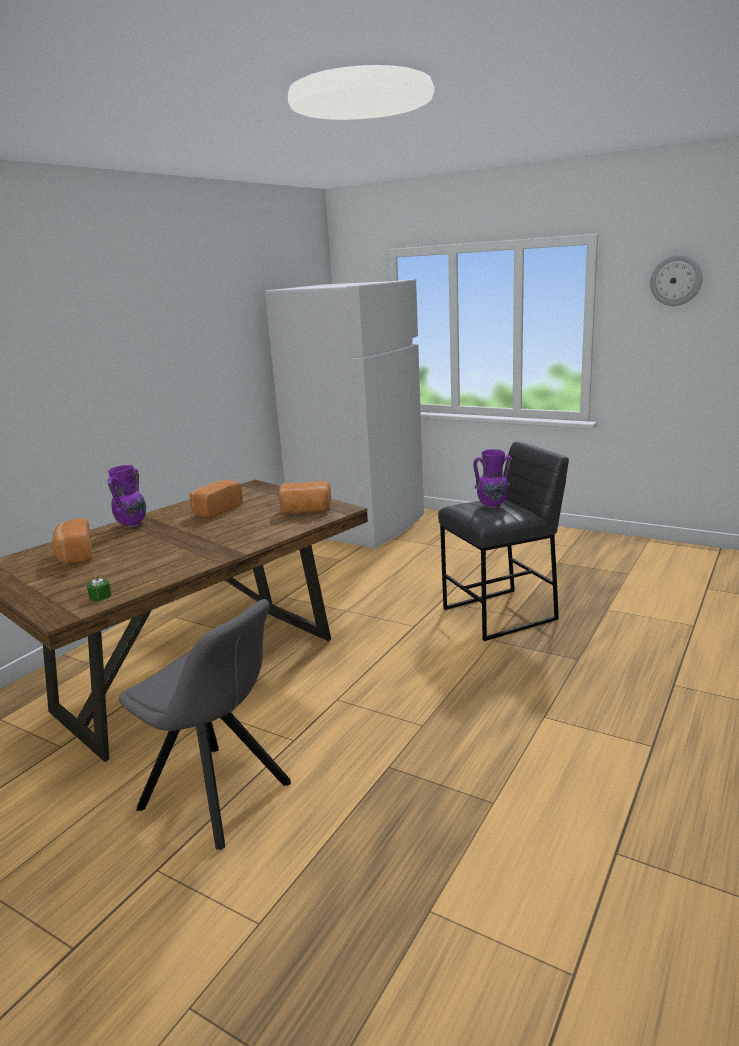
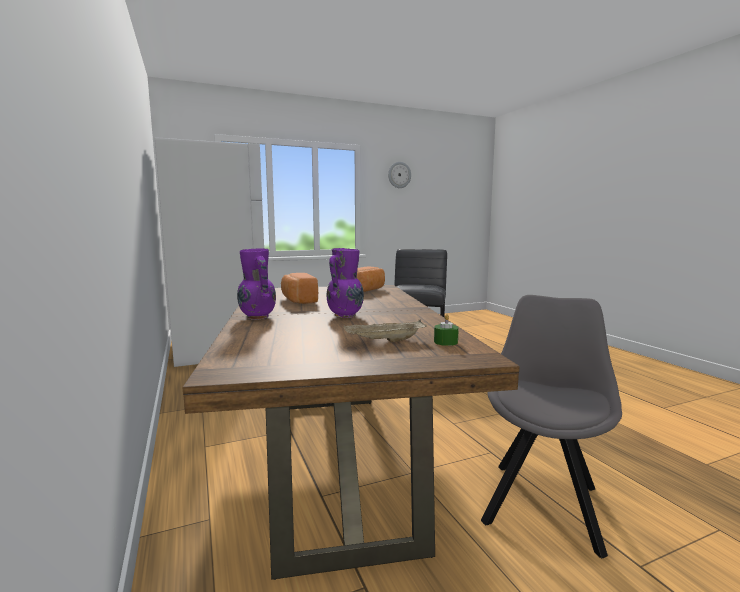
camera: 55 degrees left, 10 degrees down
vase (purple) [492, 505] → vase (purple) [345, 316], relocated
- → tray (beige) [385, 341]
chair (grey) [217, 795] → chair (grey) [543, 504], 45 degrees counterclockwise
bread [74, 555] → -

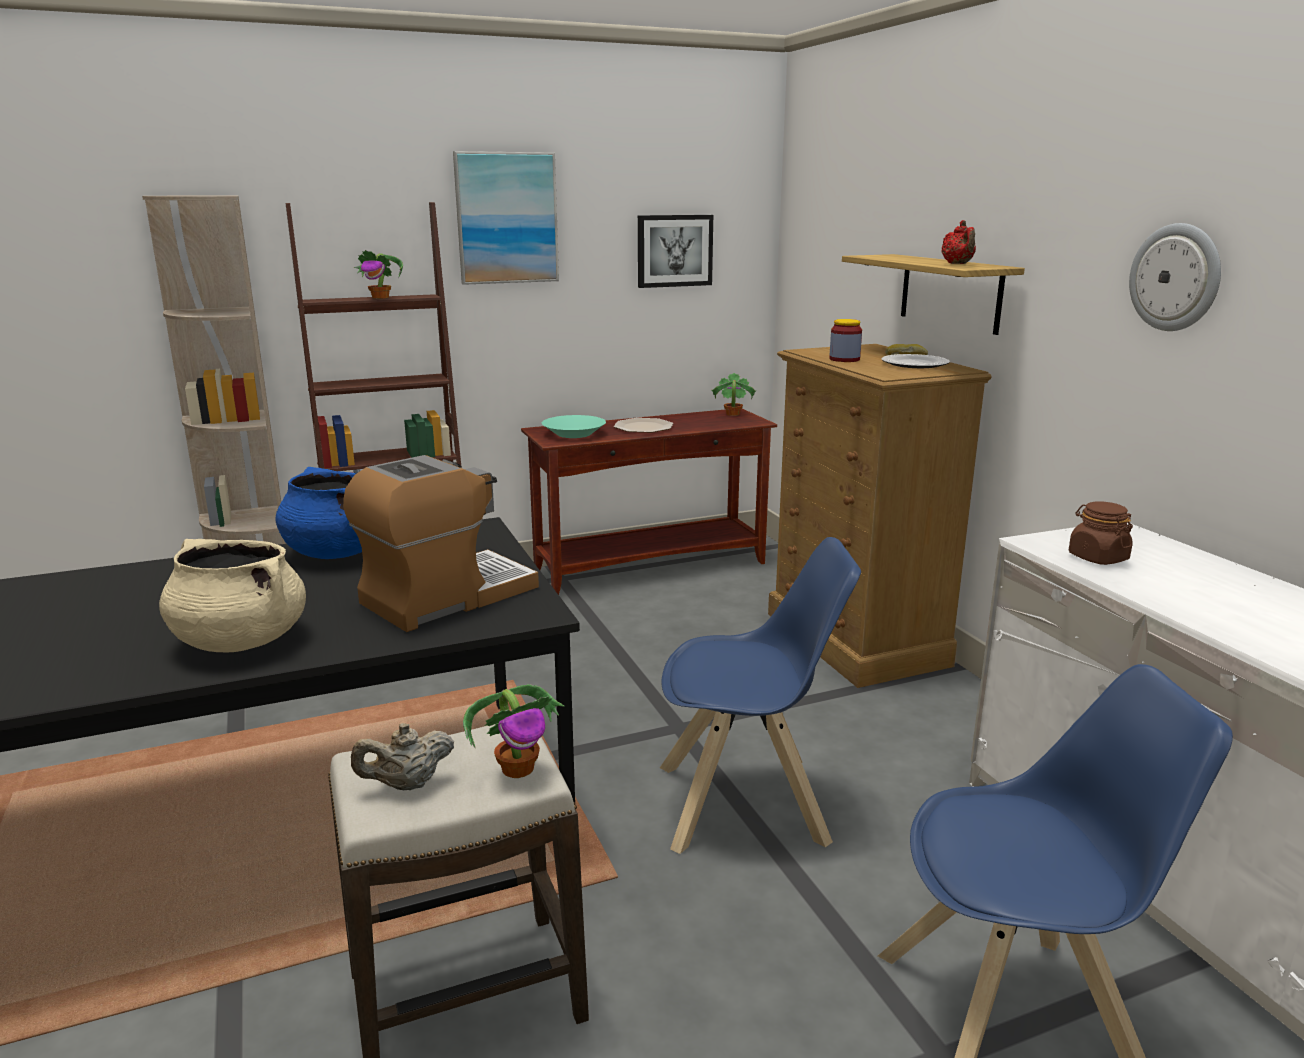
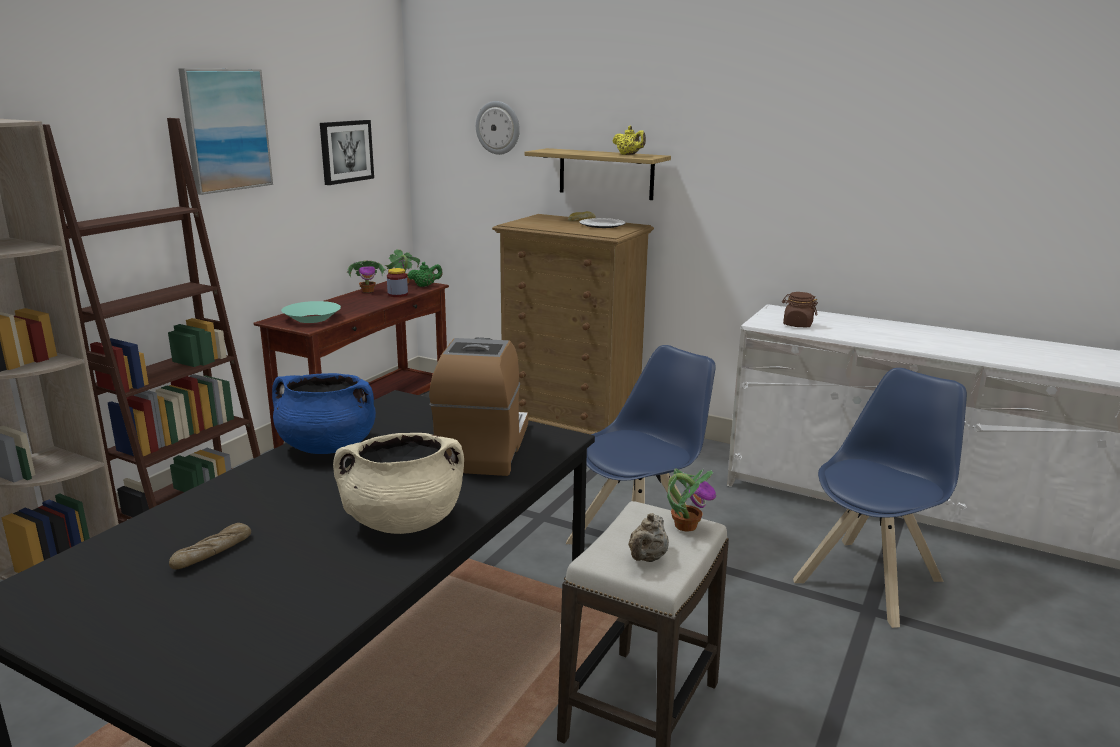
camera: 40 degrees left, 0 degrees up
- → bread [212, 553]
potted plant [381, 297] → potted plant [368, 291], relocated
jar [844, 359] → jar [397, 294], relocated
- → teapot (green) [425, 286]
wall clock [1176, 277] → wall clock [498, 127], relocated
teapot (red) [958, 264] → teapot (yellow) [629, 155]
plate [643, 427] → -

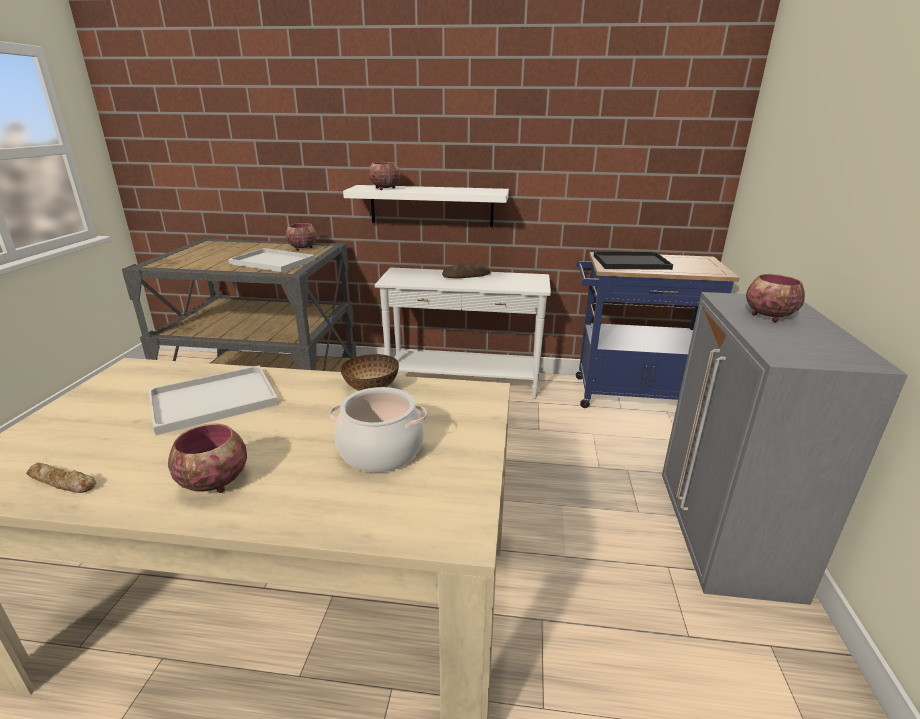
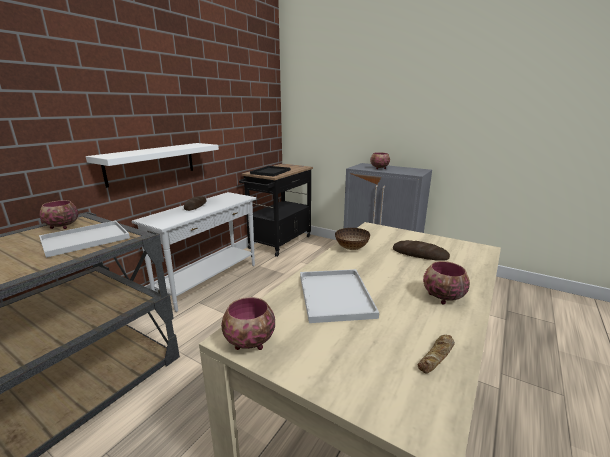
camera: 65 degrees left, 5 degrees down
bowl [384, 188] → bowl [249, 342], relocated
cart (blue) [630, 395] → cart (black) [279, 243]
cooking pot [380, 451] → bread [420, 254]

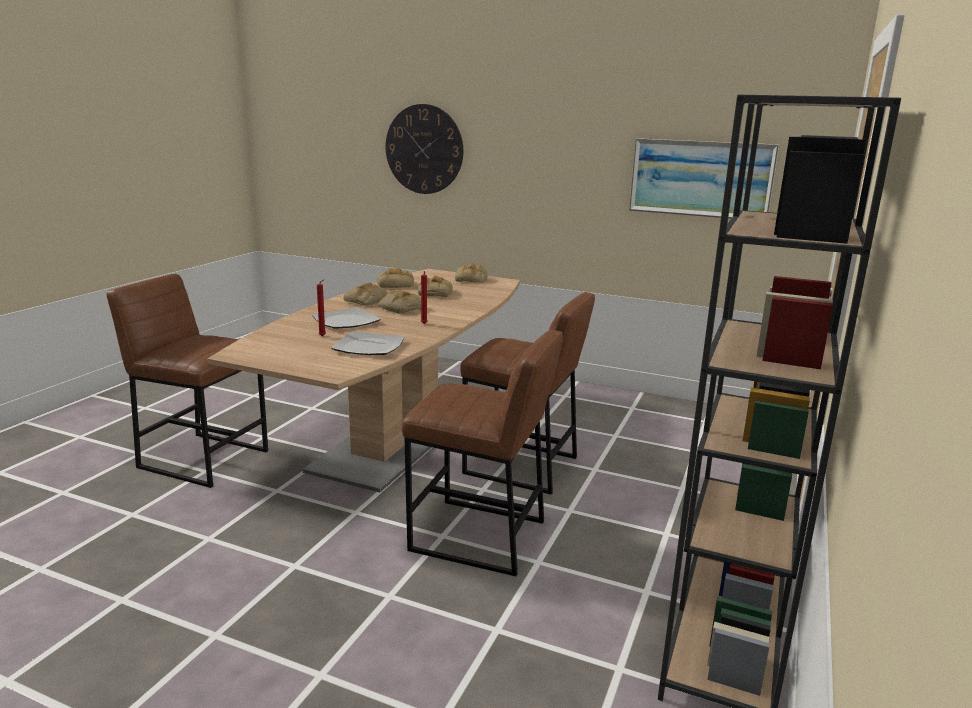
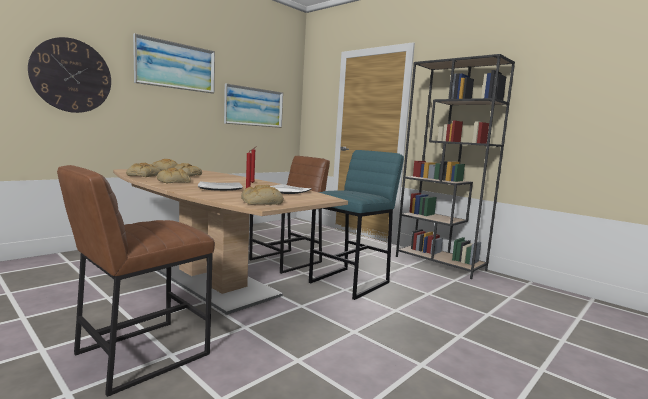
camera: 70 degrees left, 10 degrees down
- → picture [176, 66]
bread [400, 308] → bread [261, 202], relocated
chair (brown) [480, 536] → stool (turquoise) [350, 282]

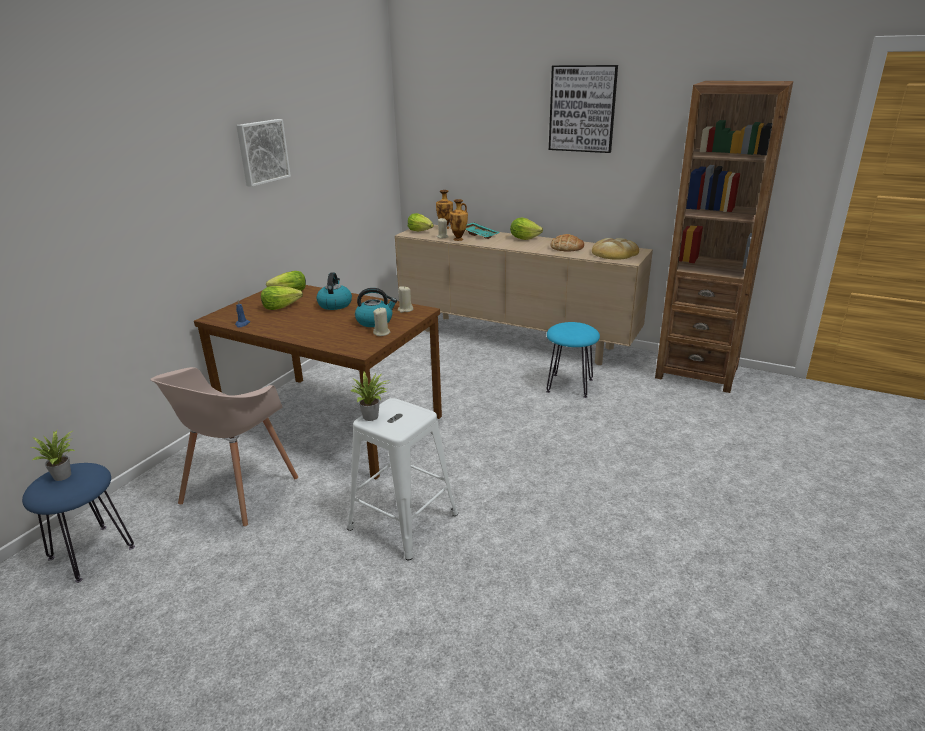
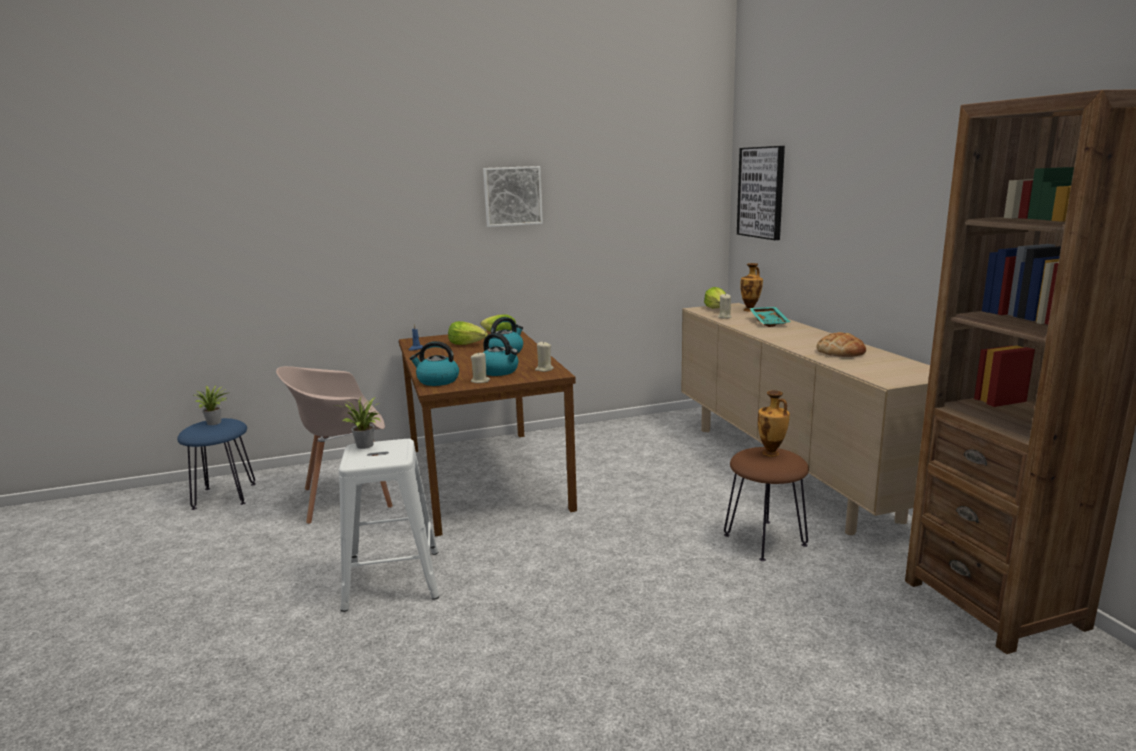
camera: 45 degrees right, 10 degrees down
- → kettle [437, 381]
stool (turquoise) [570, 385] → stool (brown) [765, 540]
picture [582, 109] → picture [761, 192], relocated
vase [459, 239] → vase [771, 454], relocated
lettuce [524, 238] → -
bread [614, 253] → -

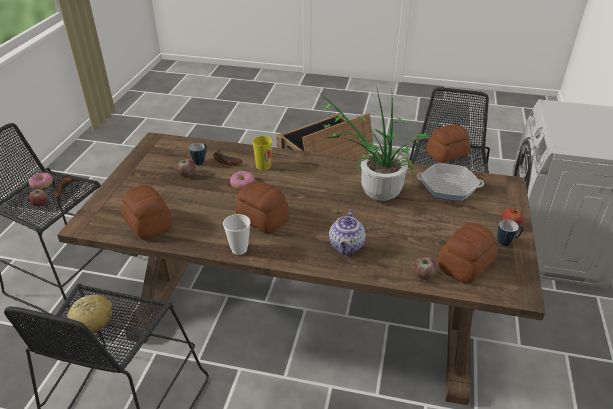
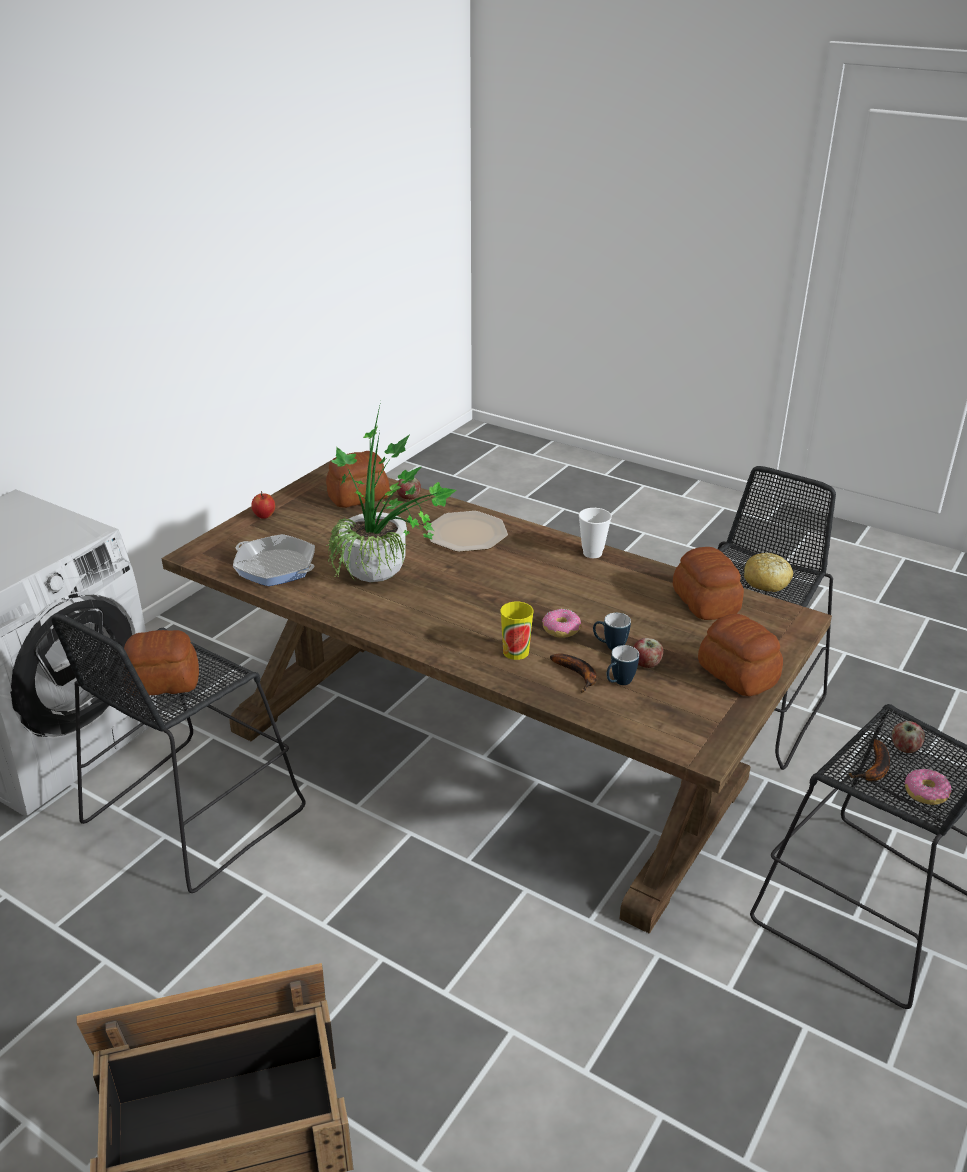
camera: 160 degrees left, 5 degrees down
teapot [346, 246] → plate [466, 533]
mug [507, 242] → mug [610, 646], relocated
bread [262, 219] → bread [738, 673], relocated

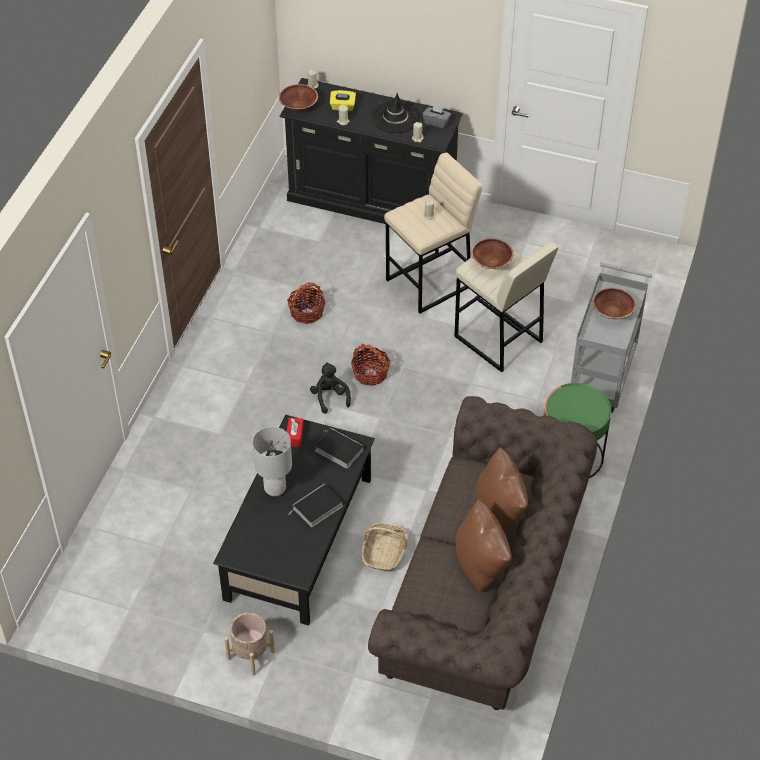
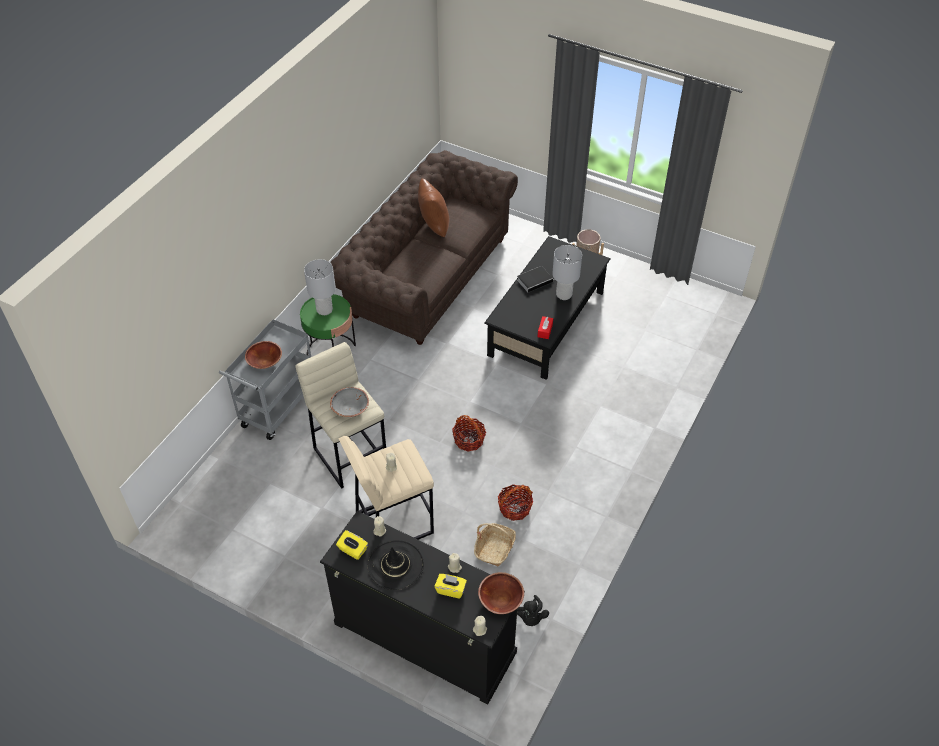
camera: 170 degrees left, 0 degrees up
- → table lamp (grey) [324, 311]
bowl (brown) [491, 262] → bowl (grey) [350, 409]
tissue box (grey) [436, 122] → tissue box (yellow) [352, 550]
basket [384, 553] → basket [494, 548], relocated
plush toy (black) [330, 397] → plush toy (black) [529, 616], relocated
book [337, 450] → -
pillow (brown) [500, 515] → -

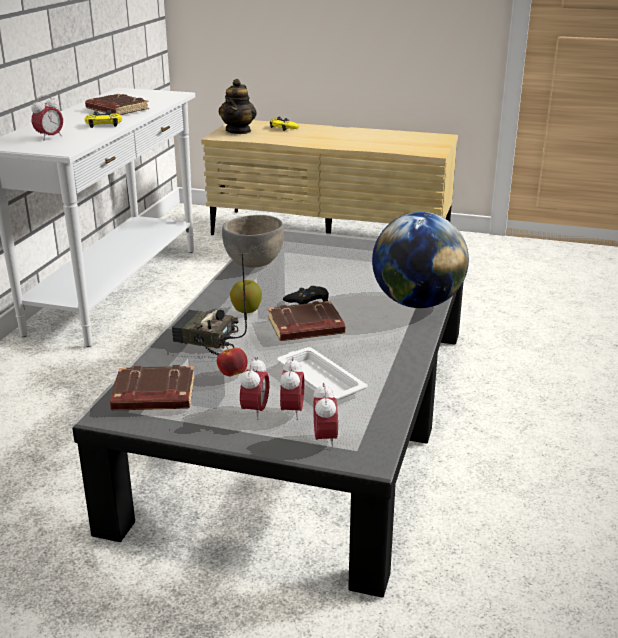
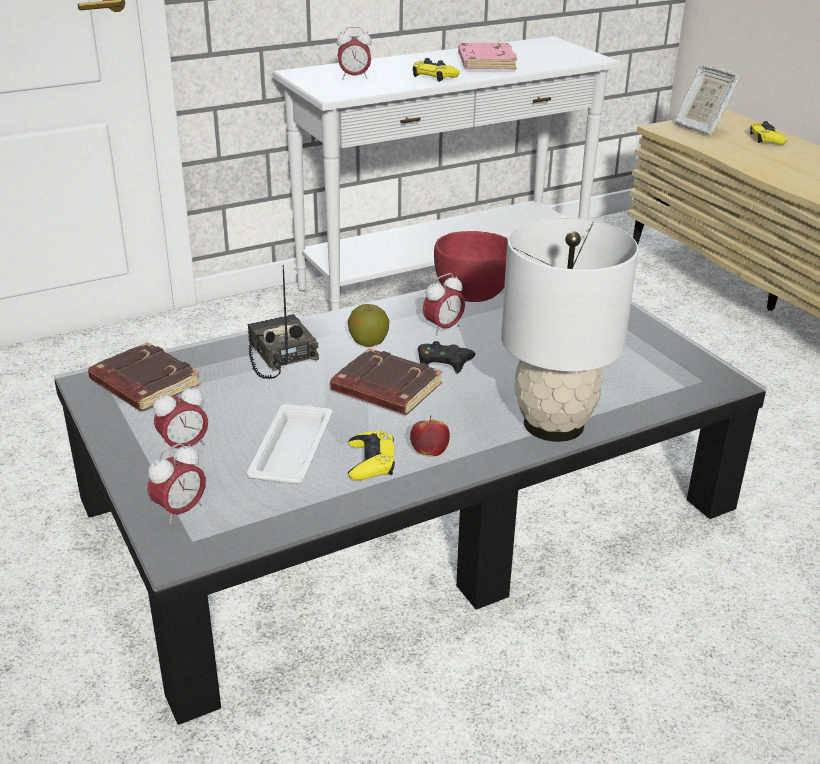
camera: 45 degrees right, 5 degrees up
- → game controller (yellow) [371, 462]
apple [232, 374] → apple [429, 452], relocated
alarm clock [292, 411] → alarm clock [443, 328], relocated
bowl (grey) [254, 263] → bowl (red) [473, 295]
book (brown) [116, 110] → book (pink) [485, 63]
globe [417, 303] → table lamp (white) [554, 424]
teapot [238, 131] → picture frame [701, 128]

